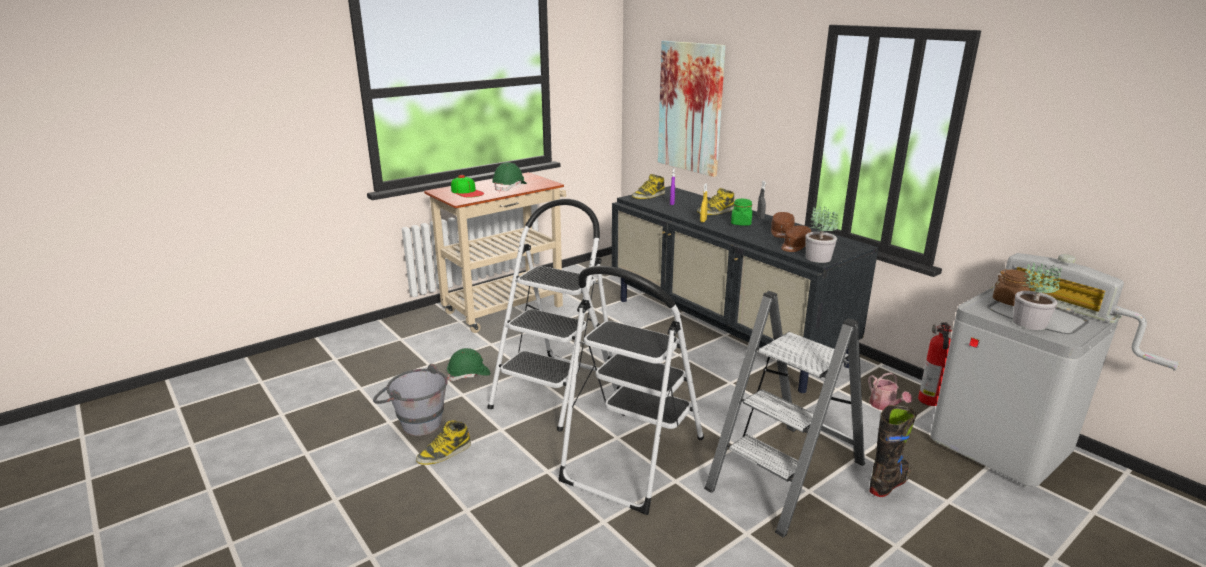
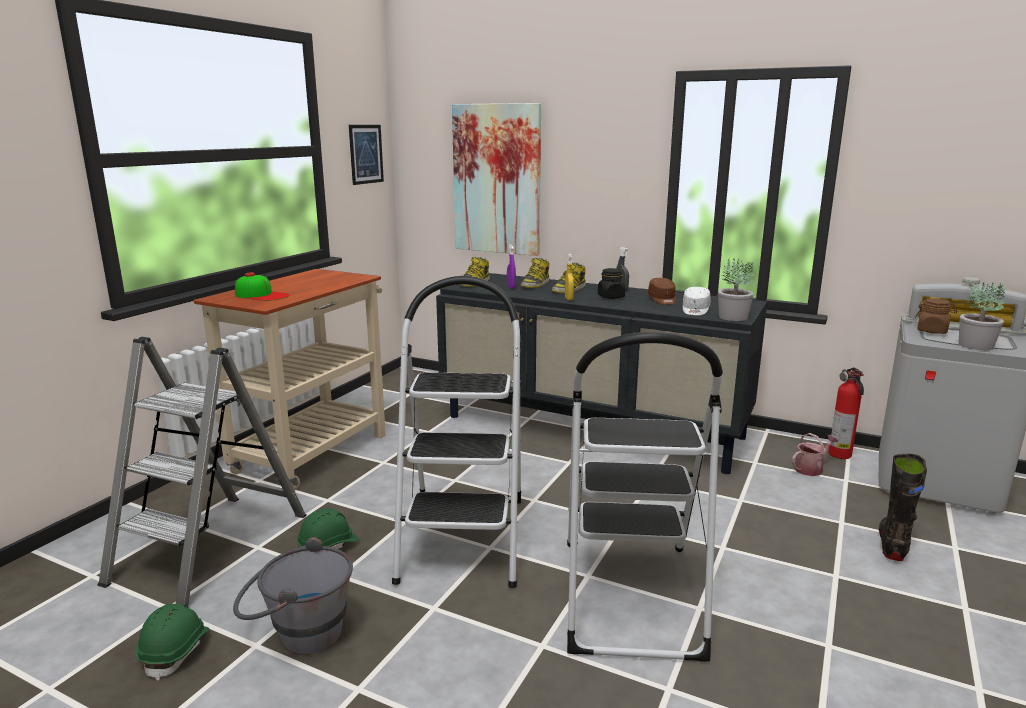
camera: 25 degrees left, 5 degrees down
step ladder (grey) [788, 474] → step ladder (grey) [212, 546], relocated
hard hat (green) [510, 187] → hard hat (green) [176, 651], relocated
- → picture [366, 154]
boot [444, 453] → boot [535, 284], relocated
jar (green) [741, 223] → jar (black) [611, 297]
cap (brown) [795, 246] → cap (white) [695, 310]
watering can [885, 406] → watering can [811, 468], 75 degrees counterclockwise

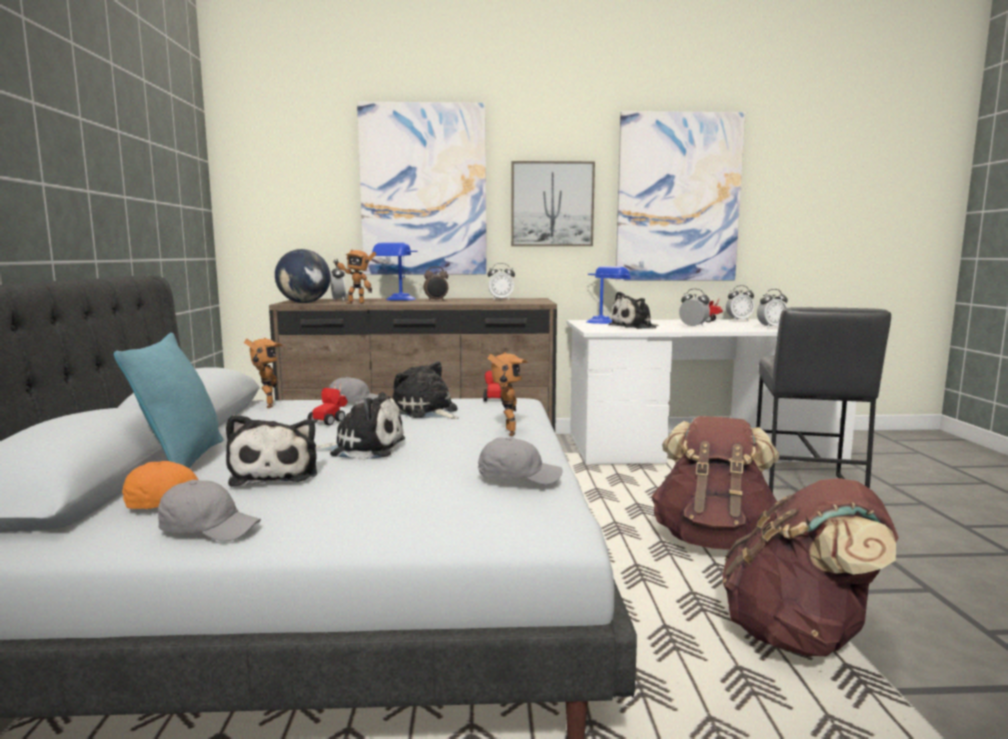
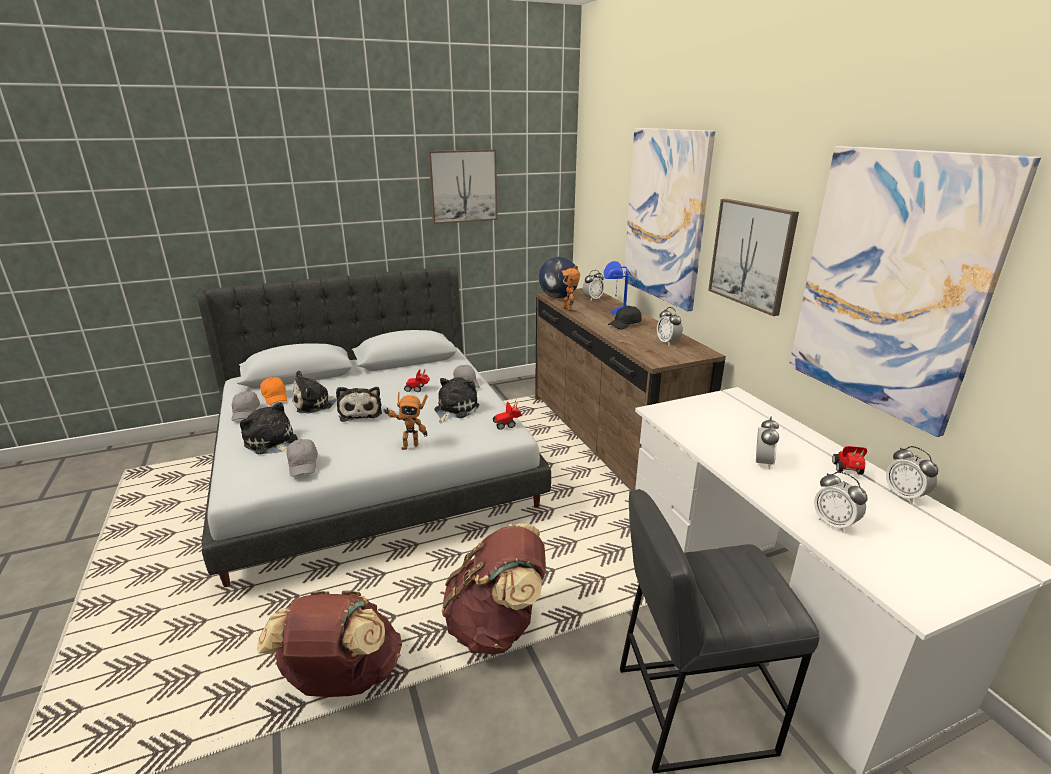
camera: 70 degrees right, 15 degrees up
plush toy [635, 327] → plush toy [272, 443], relocated
- → picture [463, 186]
alarm clock [436, 300] → cap (black) [625, 324]
pillow (turquoise) [183, 461] → -
toy robot [266, 406] → -
table lamp (blue) [604, 321] → -

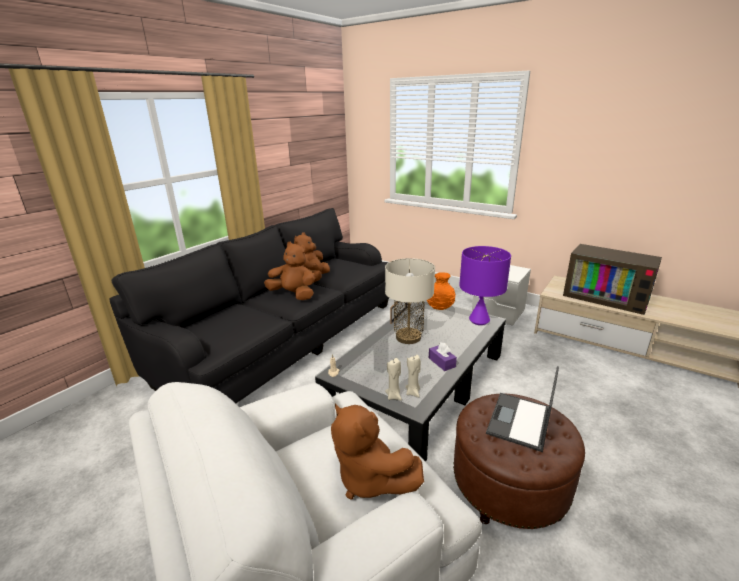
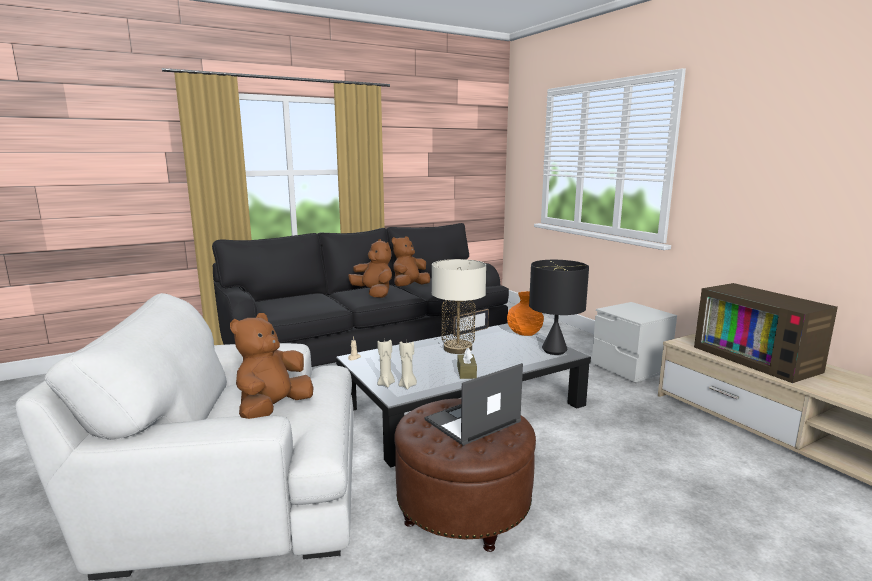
camera: 25 degrees right, 10 degrees down
plush toy (brown) [369, 479] → plush toy (brown) [273, 410], 45 degrees clockwise
tissue box (purple) [441, 362] → tissue box (brown) [466, 372]
table lamp (purple) [479, 321] → table lamp (black) [554, 351]

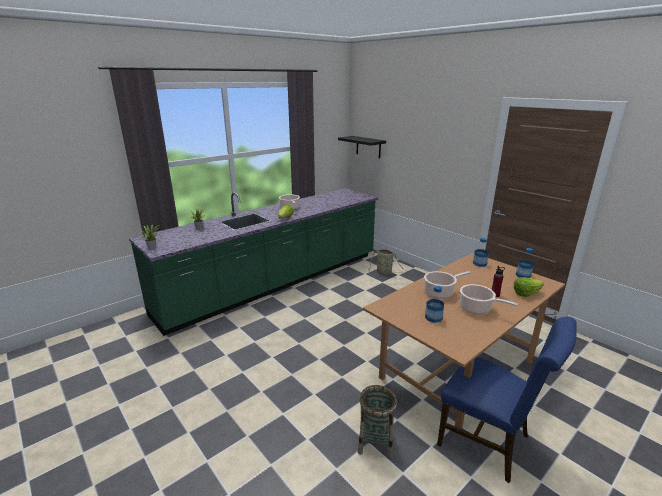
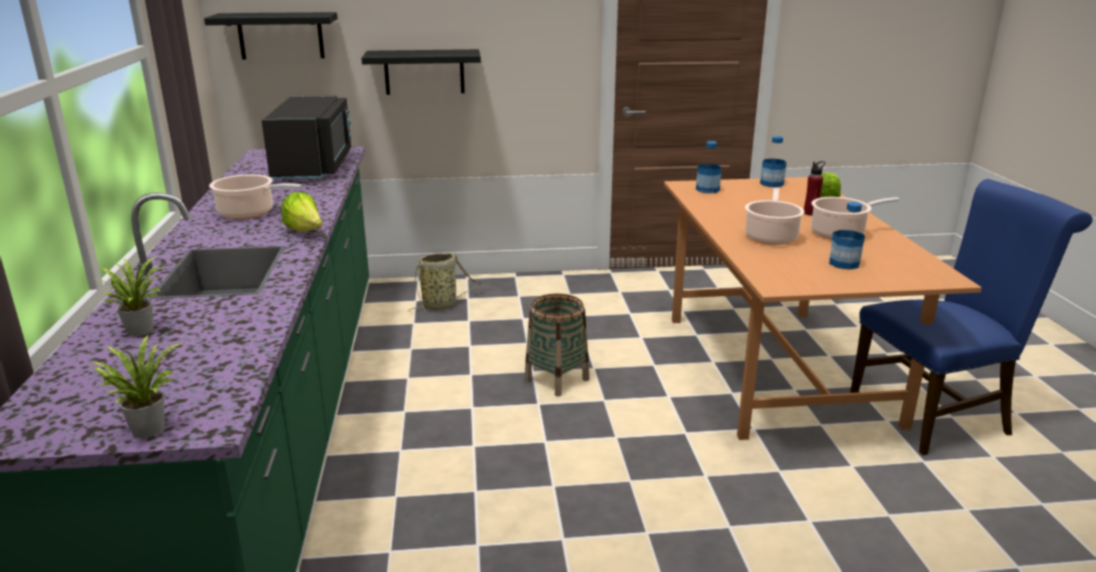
camera: 55 degrees left, 0 degrees up
- → microwave (black) [315, 167]
- → shelf (black) [424, 72]
basket [375, 442] → basket [557, 380], relocated

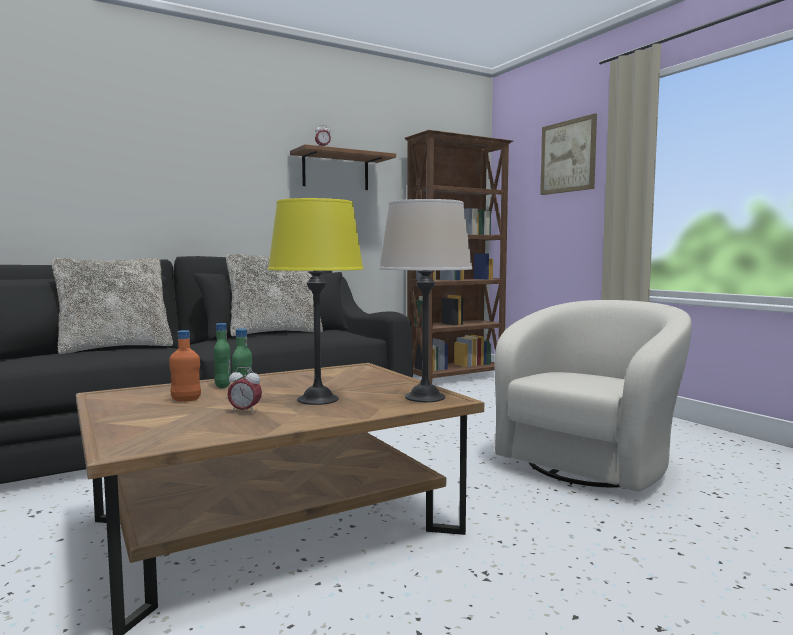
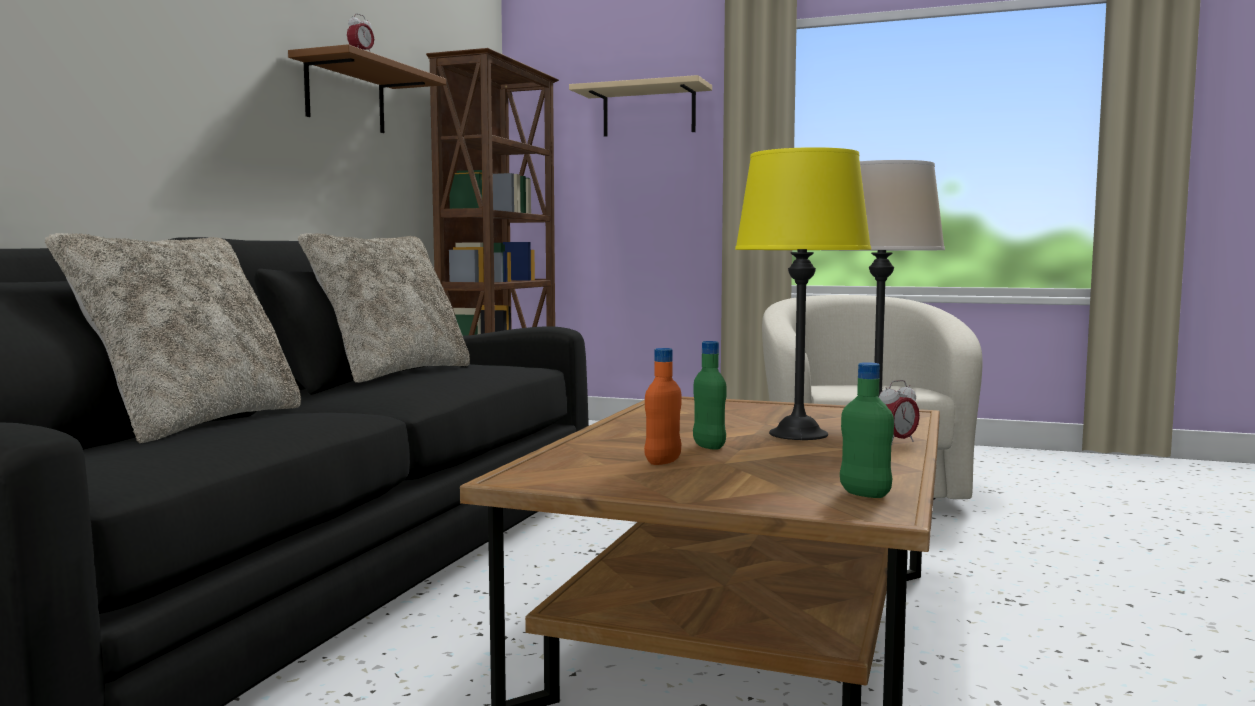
camera: 40 degrees left, 0 degrees up
picture [568, 156] → shelf (beige) [649, 111]
bottle (green) [223, 386] → bottle (green) [865, 494], relocated
alarm clock [245, 412] → alarm clock [896, 442], relocated

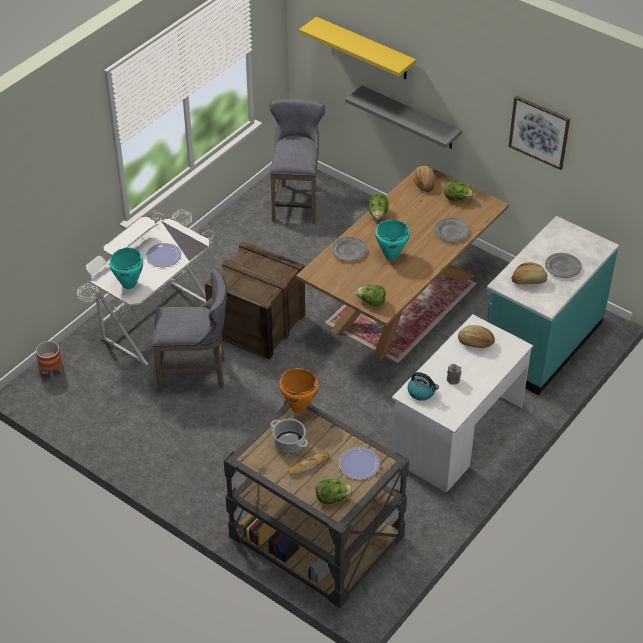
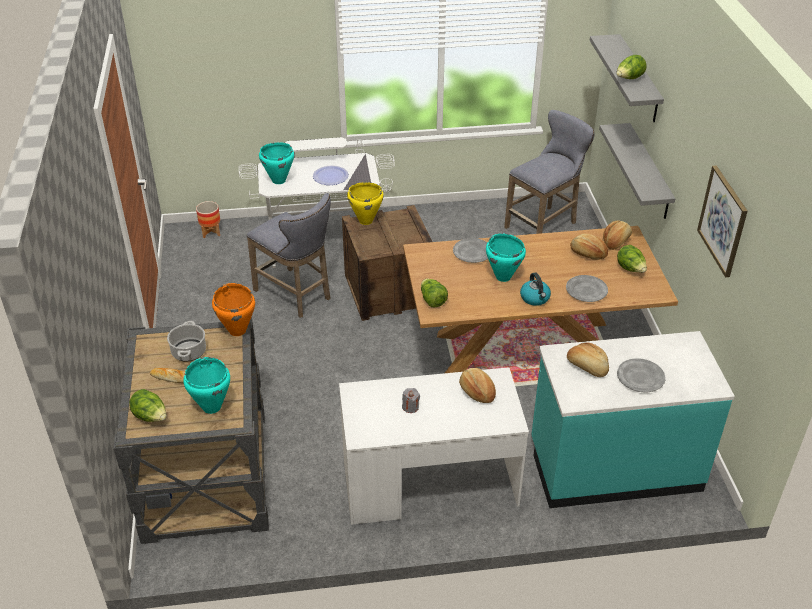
camera: 45 degrees right, 5 degrees down
plate [359, 464] → cooking pot (turquoise) [211, 407]
- → cooking pot (yellow) [365, 220]
kettle [421, 392] → kettle [535, 298], relocated
- → bread [588, 253]
shelf (yellow) [365, 49] → shelf (grey) [638, 79]
lettuce [378, 214] → lettuce [629, 79], relocated

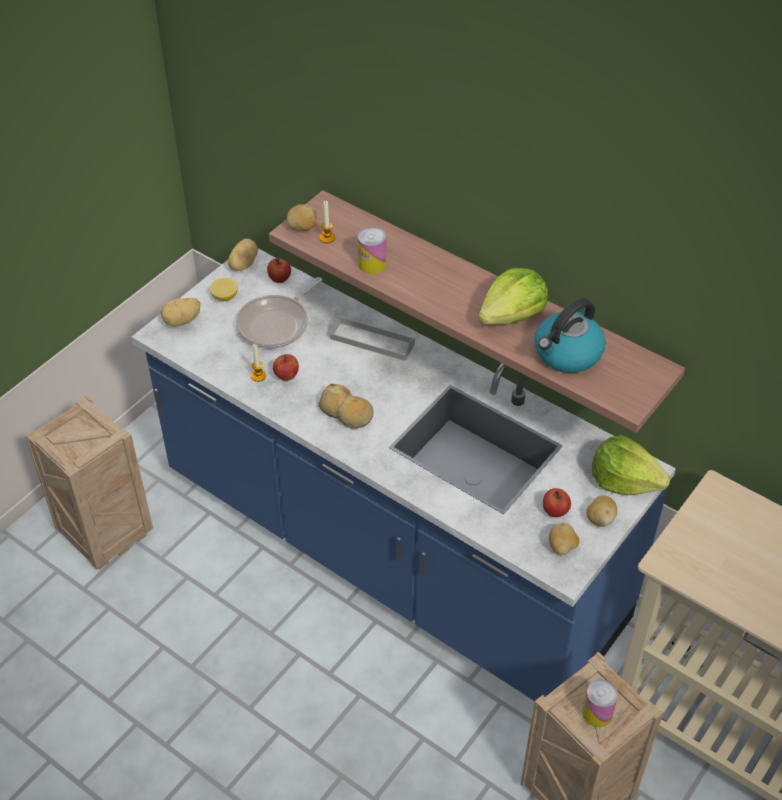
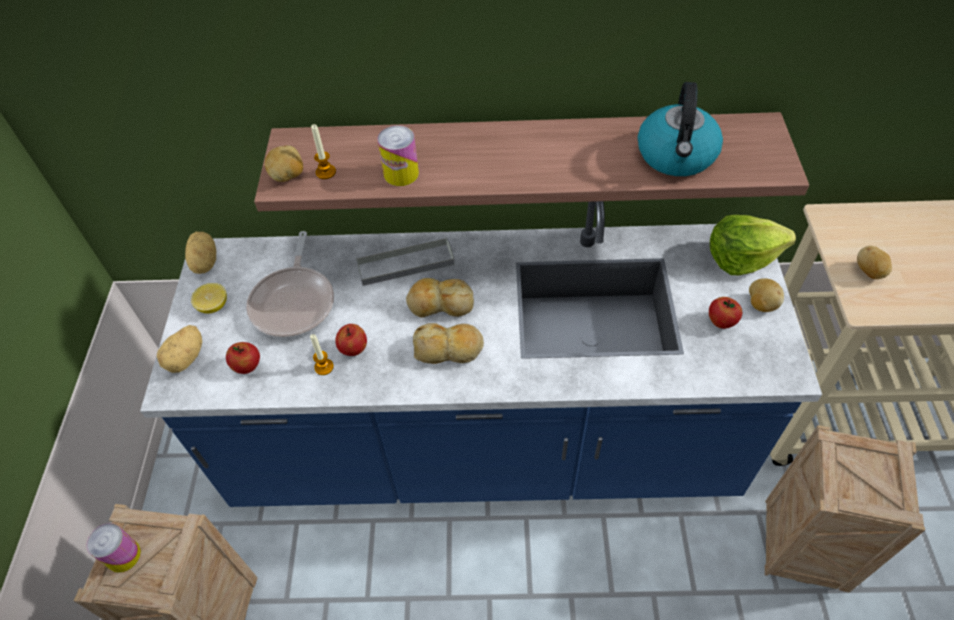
camera: 35 degrees left, 5 degrees up
can [597, 713] → can [123, 555], relocated
apple [280, 279] → apple [247, 366], relocated
- → bread [440, 304]
potato [562, 547] → potato [869, 272], relocated
lettuce [512, 315] → -

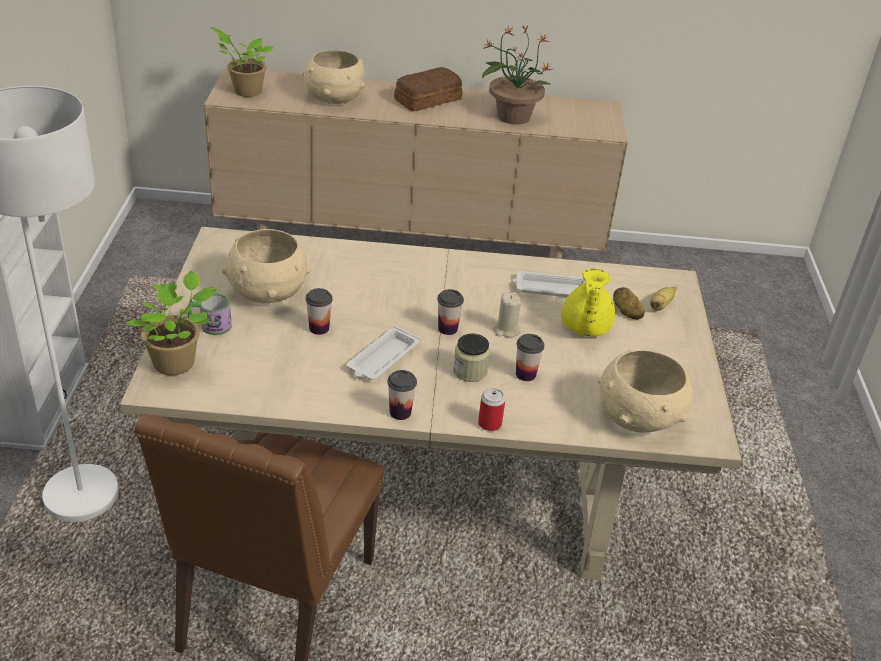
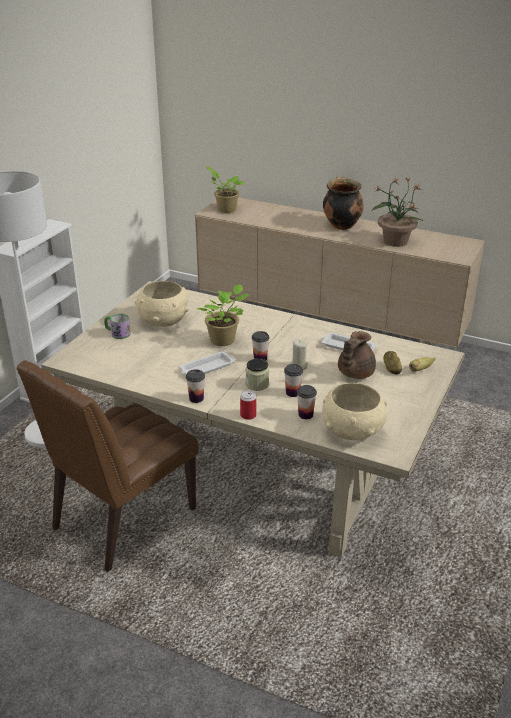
camera: 25 degrees right, 5 degrees down
potted plant [177, 363] → potted plant [224, 340], relocated
cup [319, 328] → cup [305, 415], relocated
bread [426, 99] → cooking pot [341, 225]
teapot (yellow) [584, 327] → teapot (brown) [354, 373]
bowl (beige) [334, 98] → -

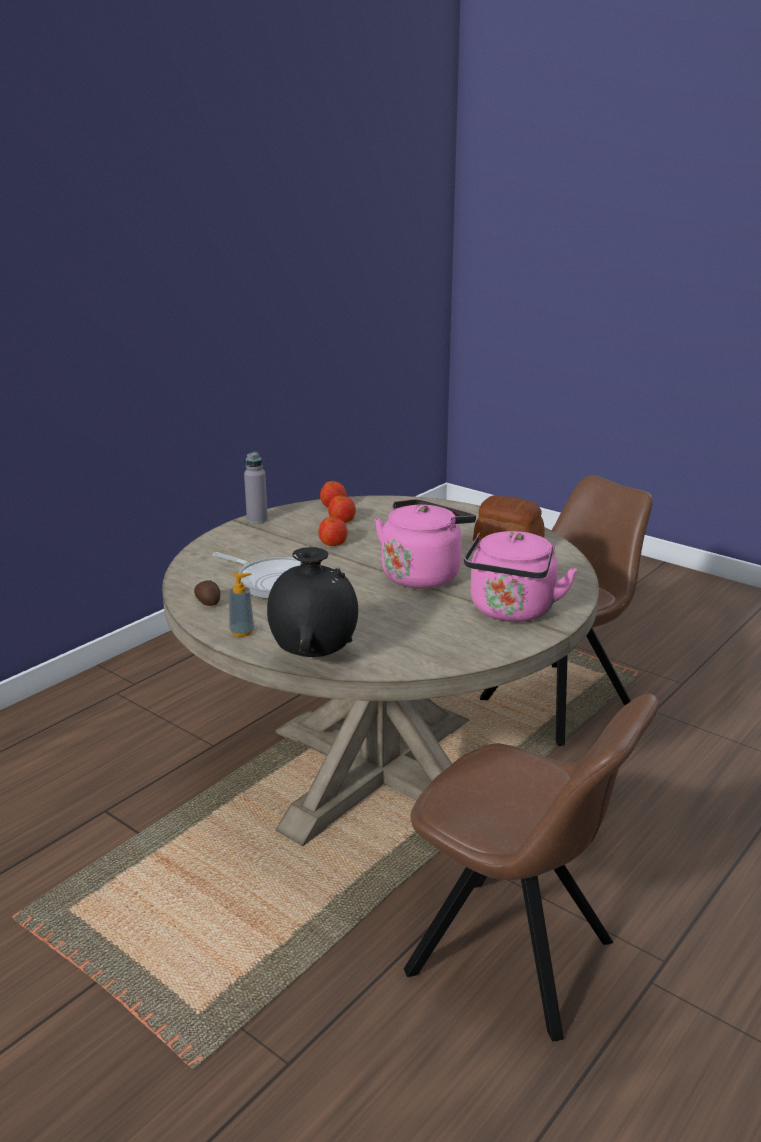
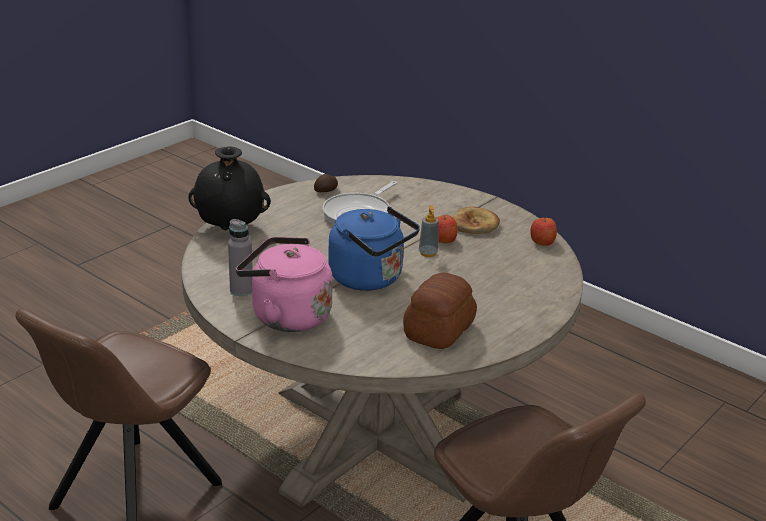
camera: 90 degrees right, 5 degrees up
bottle (grey) [257, 520] → bottle (grey) [241, 290], relocated
kettle (pink) [423, 574] → kettle (blue) [370, 279]
soap dispenser [242, 632] → soap dispenser [428, 253], relocated
- → bread [475, 224]
apple [342, 520] → -

